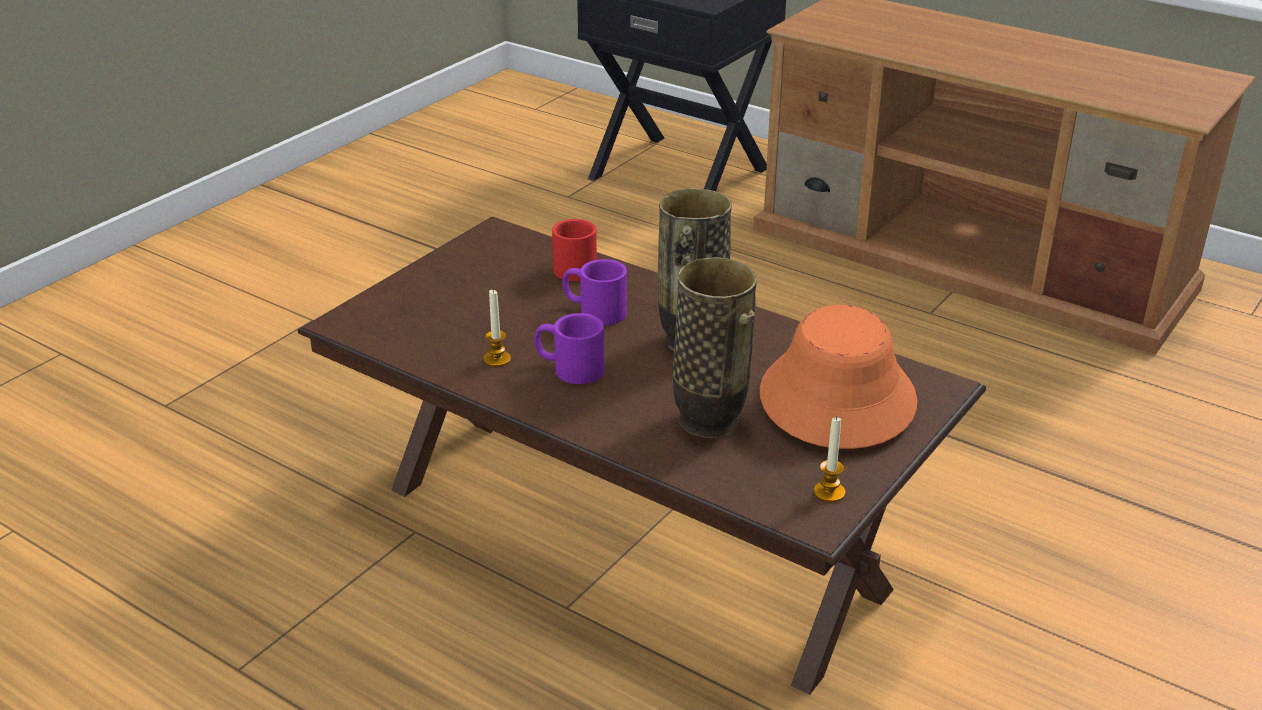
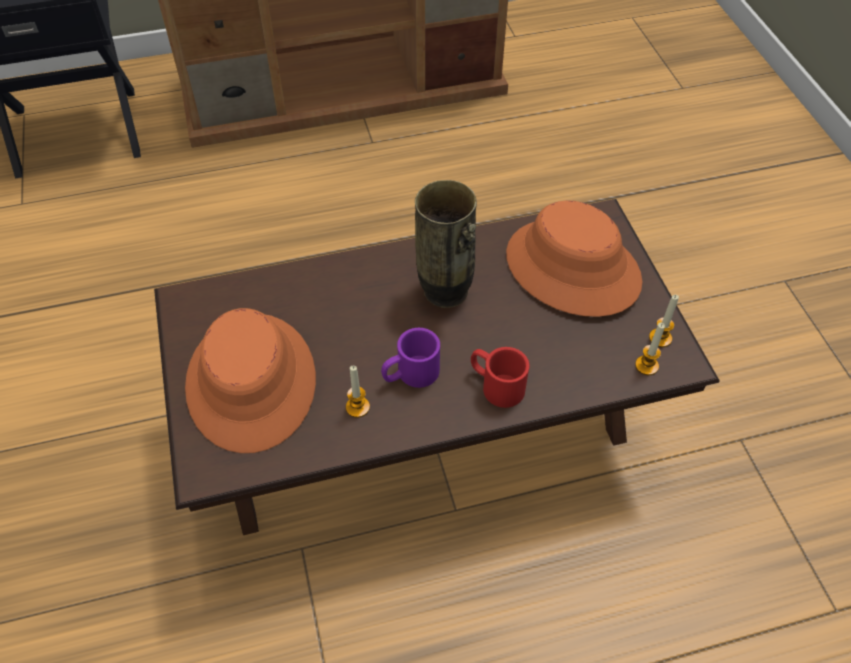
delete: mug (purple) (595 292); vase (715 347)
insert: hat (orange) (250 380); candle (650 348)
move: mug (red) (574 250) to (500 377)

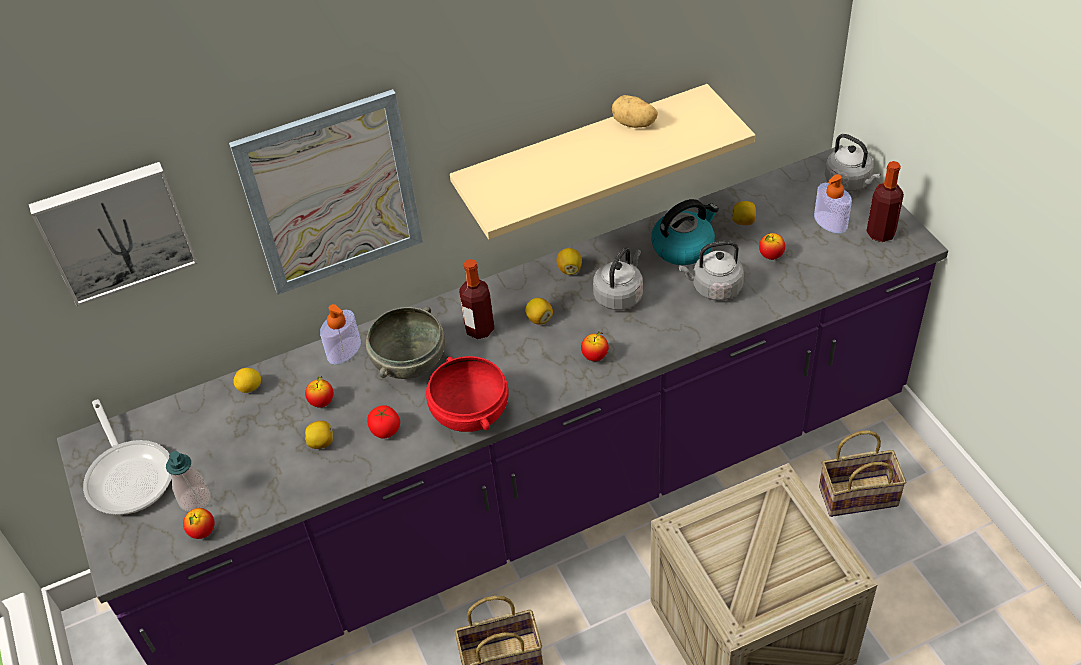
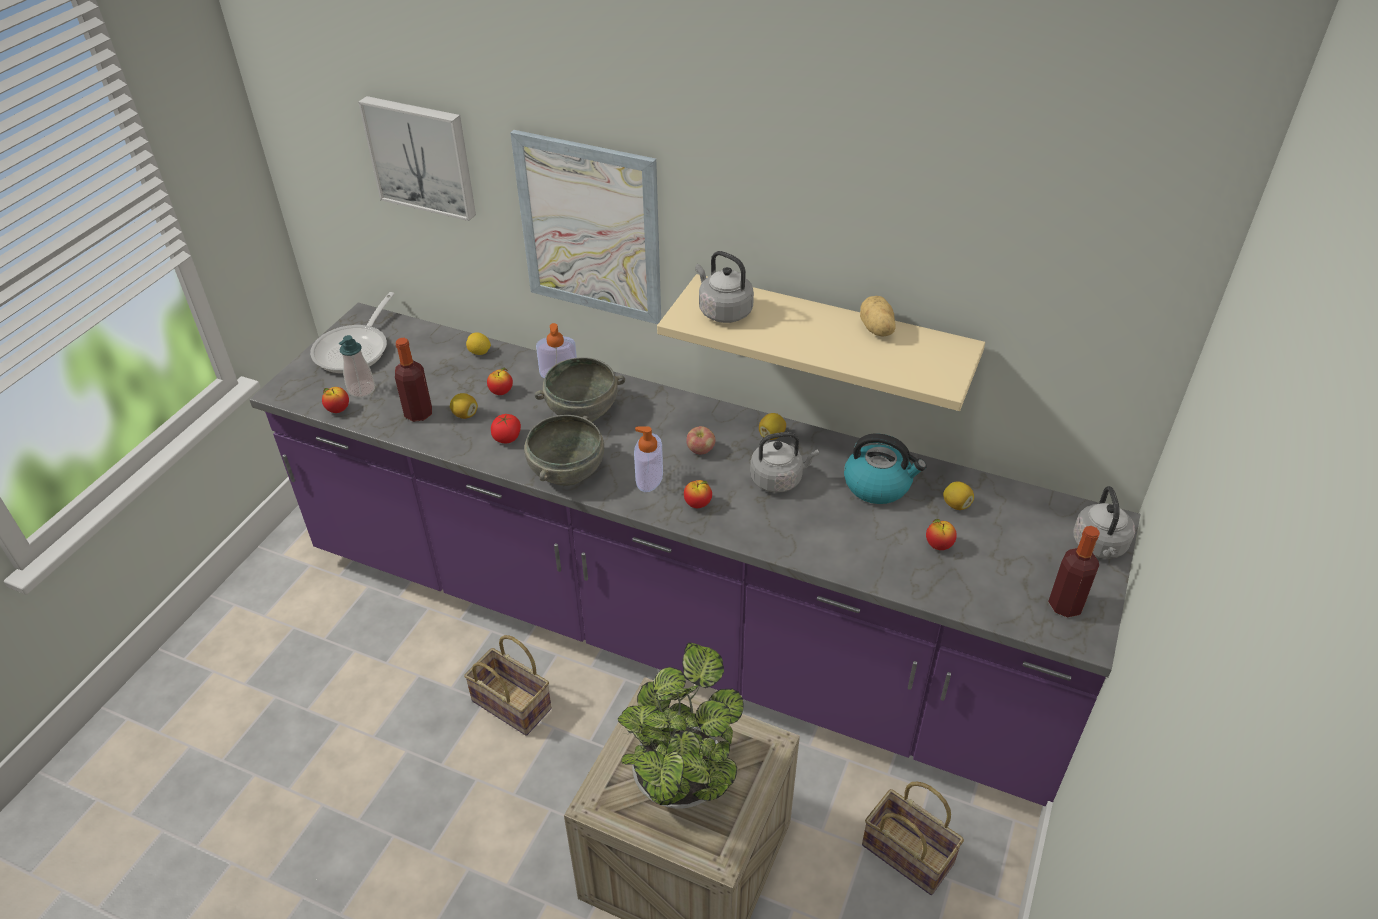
insert: potted plant (681 725)
move: bottle (477 299) to (413 380); kettle (grey) (711 271) to (724 287); soap dispenser (833 203) to (648 459)
replace: lemon (539 311) to apple (700 440)
recolor: bowl (red) (467 394) to bowl (grey) (564 450)

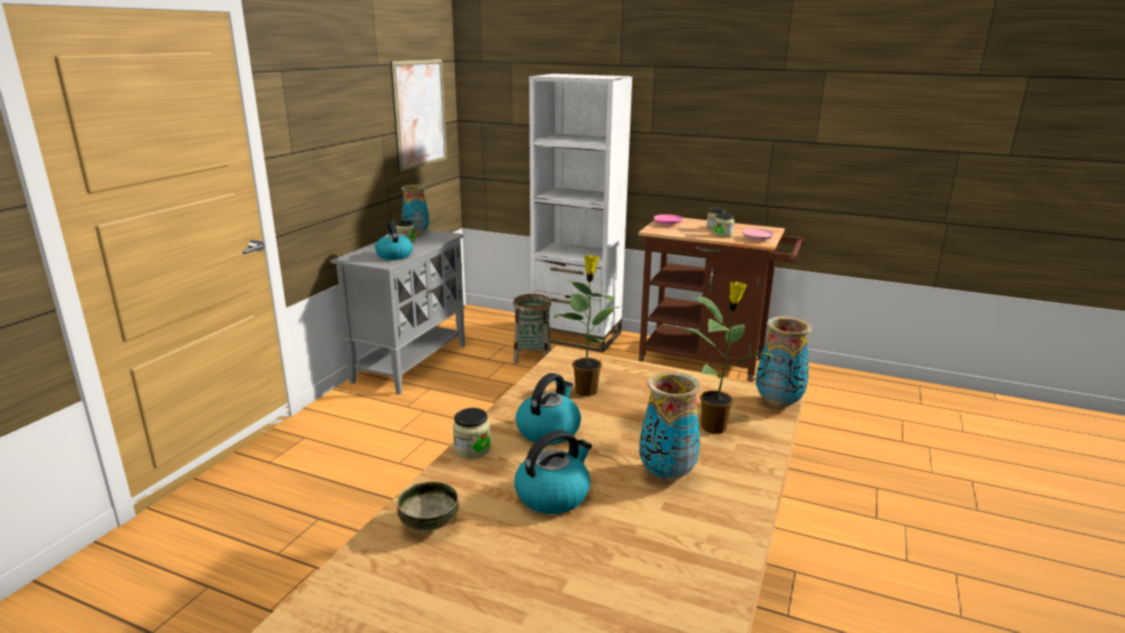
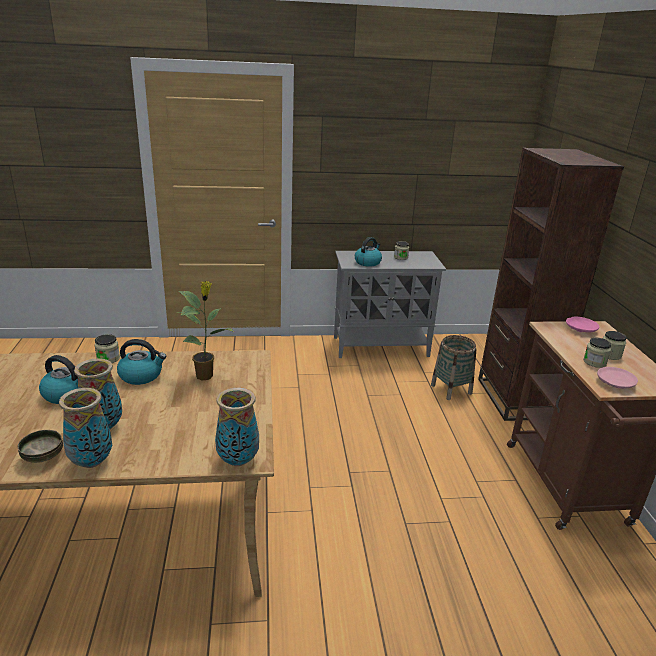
delete: picture (418 115); potted plant (730 357)
move: bowl (428 506) to (40 446); vase (415 210) to (85 428)
recolor: bookcase (white) (581 213) to bookcase (brown) (551 284)

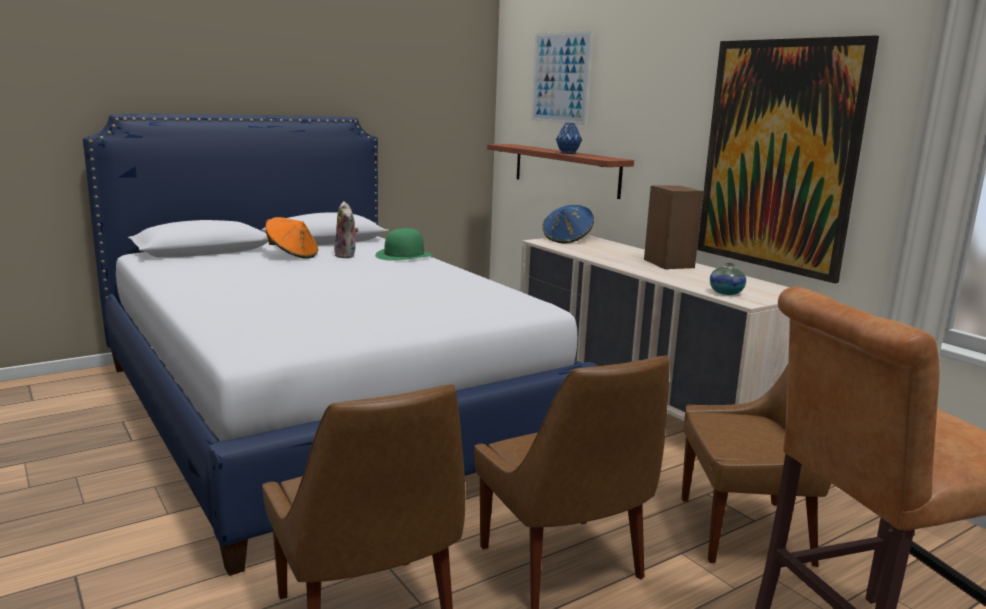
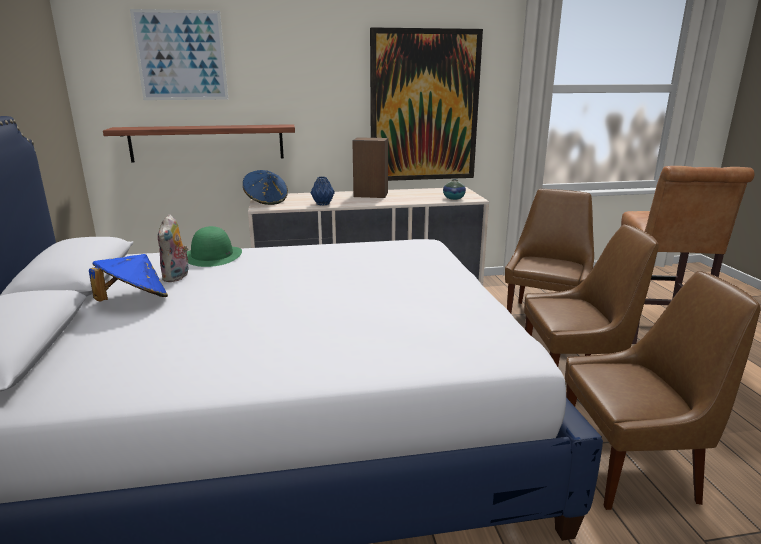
move: vase (blue) (569 138) to (323 191)
recolor: hat (orange) (291 237) to hat (blue) (128 277)
rotate: plush toy (346 229) = (173 248) 90 degrees clockwise

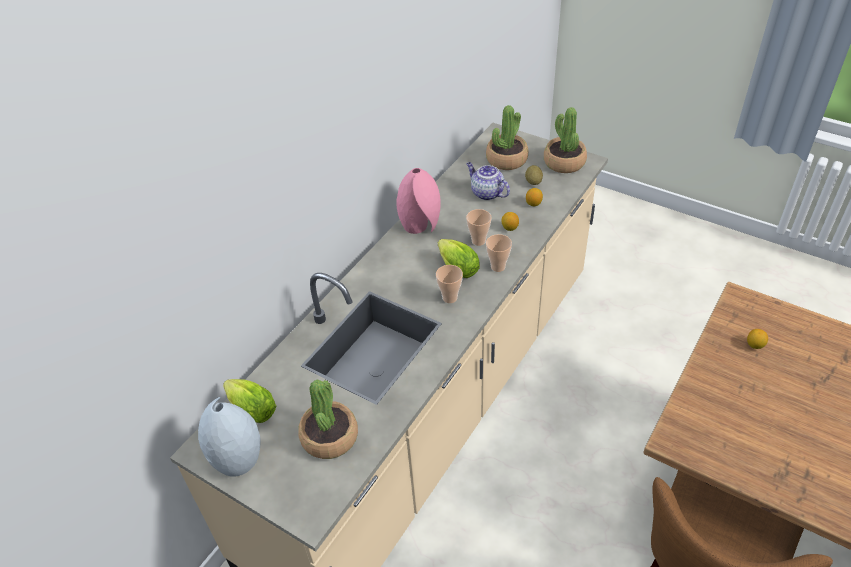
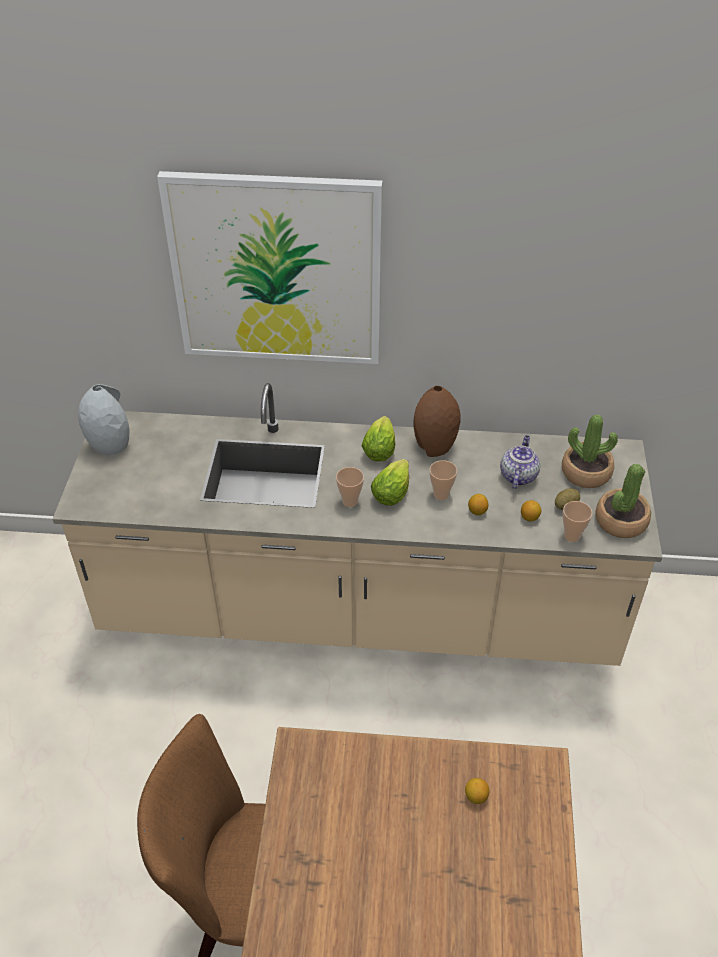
delete: potted plant (328 419)
insert: picture (269 267)
move: lettuce (249 401) to (378 439); cup (499 253) to (577 521)
recolor: vase (pink) (418 201) to vase (brown) (437 421)

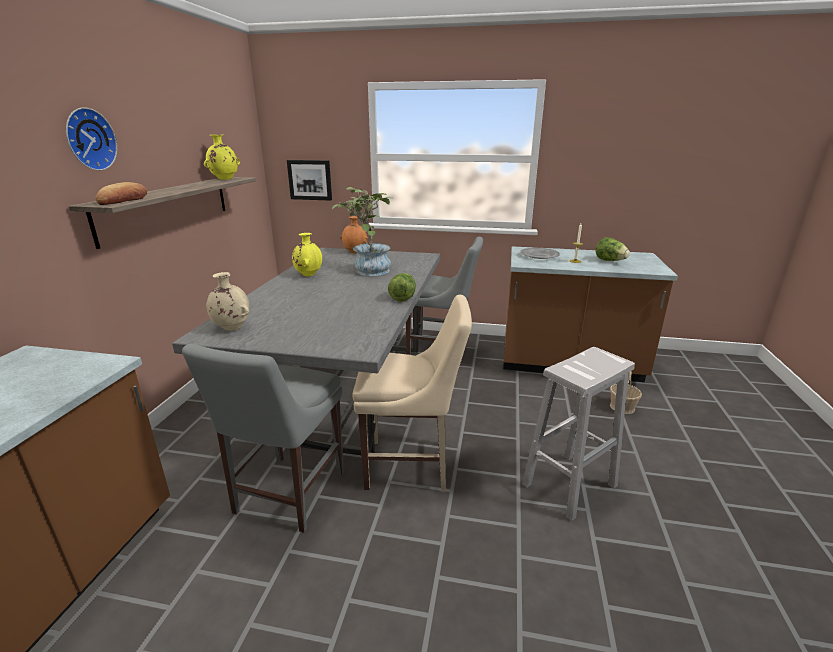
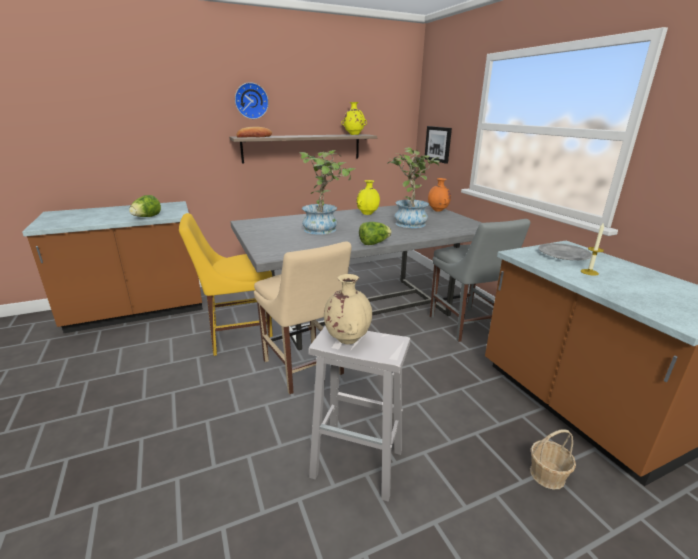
insert: potted plant (328 192)
move: vase (beige) (227 301) to (348 309); lettuce (613 249) to (145 206)
recolor: chair (grey) (263 438) to chair (yellow) (226 284)

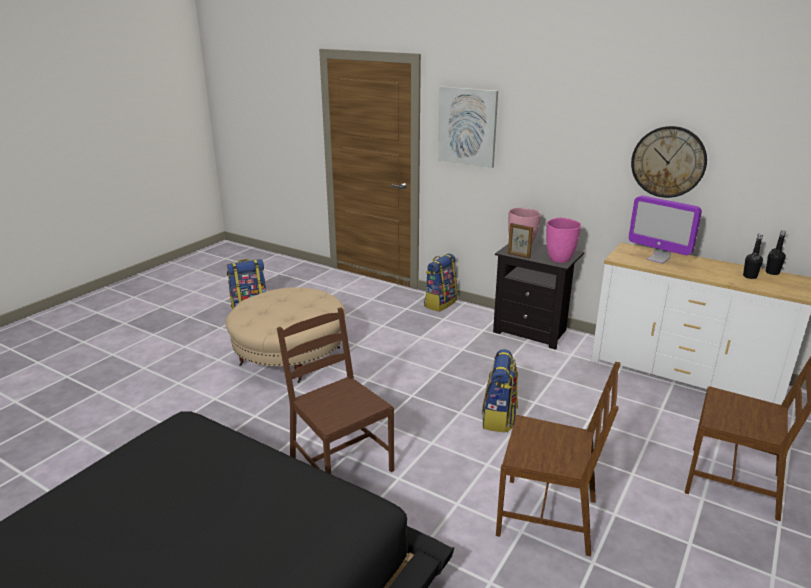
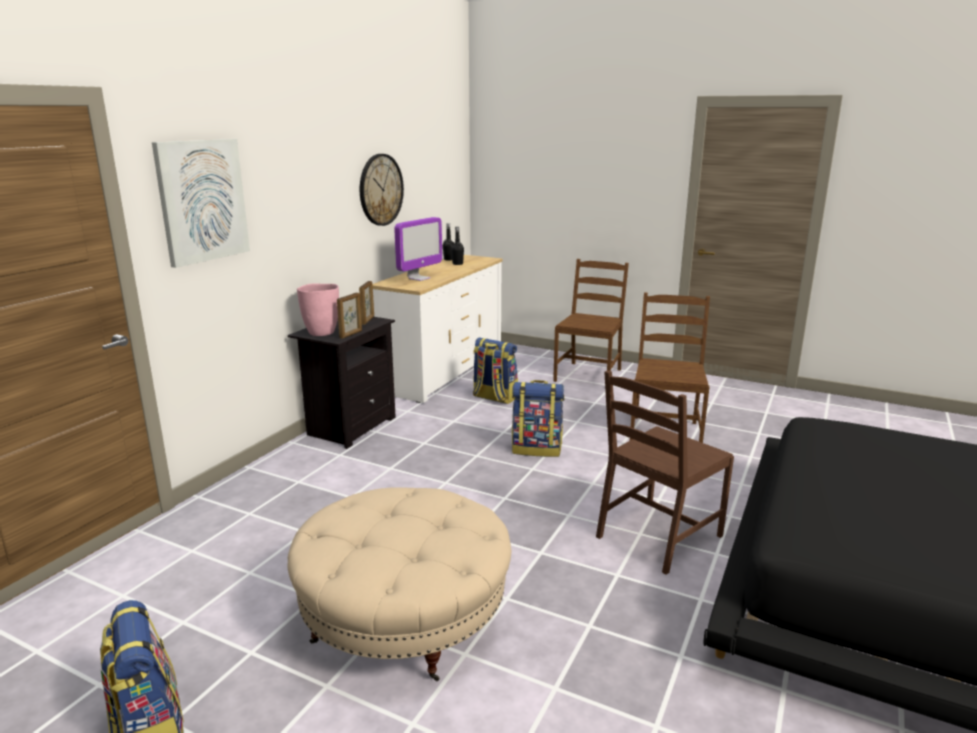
move: backpack (440 282) to (495 370)
replace: vase (pink) (563 240) to picture frame (366 303)

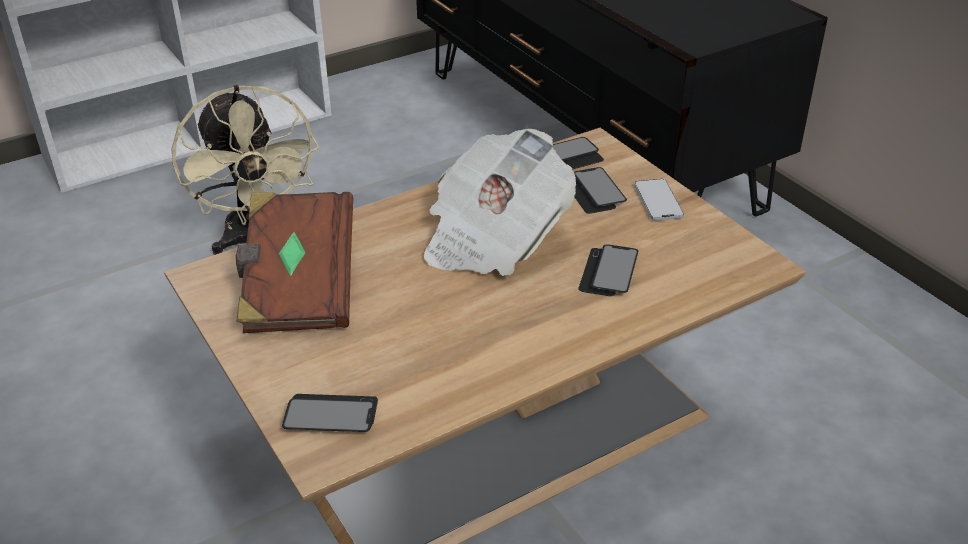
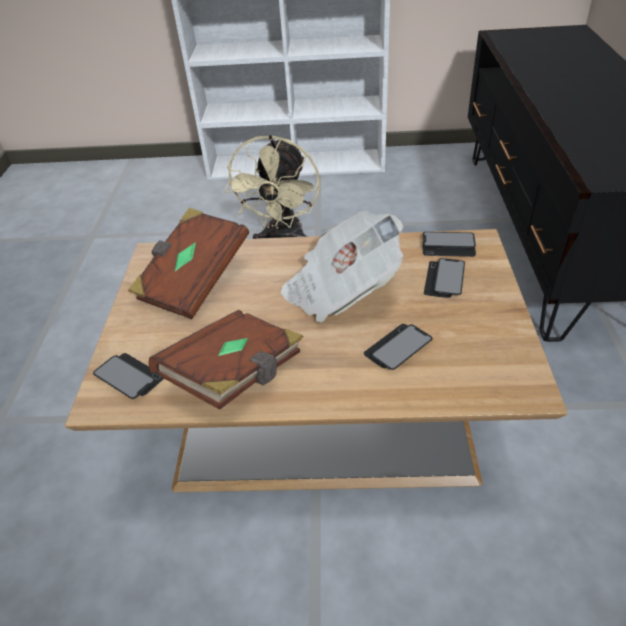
delete: phone (659 200)
insert: book (brown) (226 360)

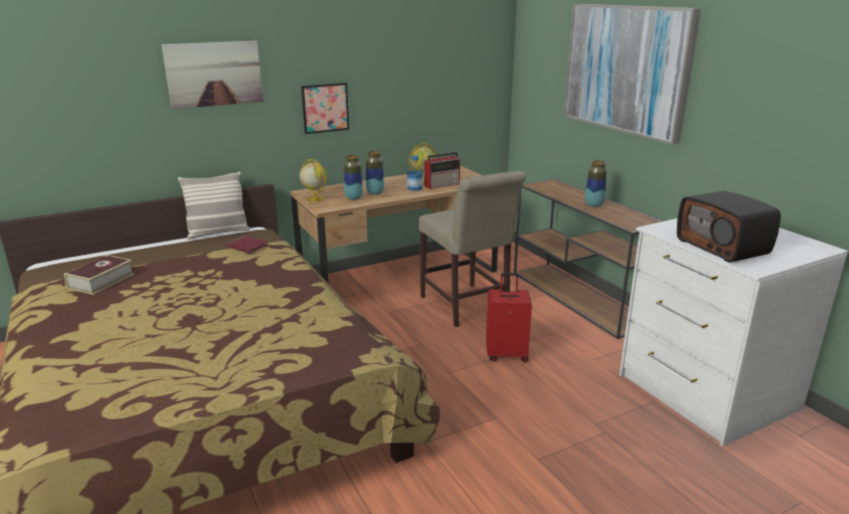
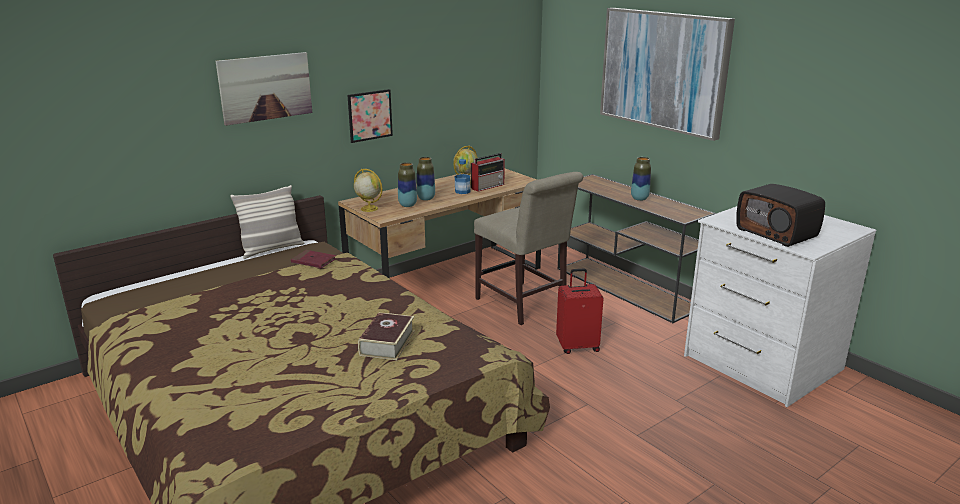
move: book (99 275) to (386 336)

